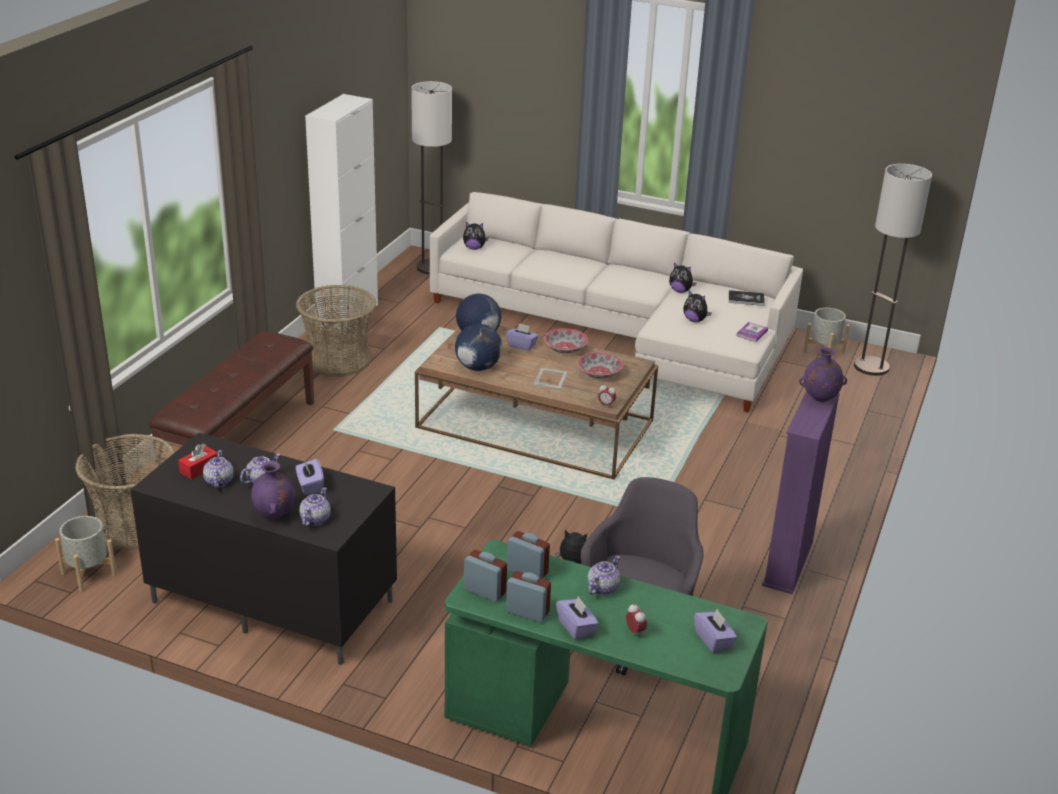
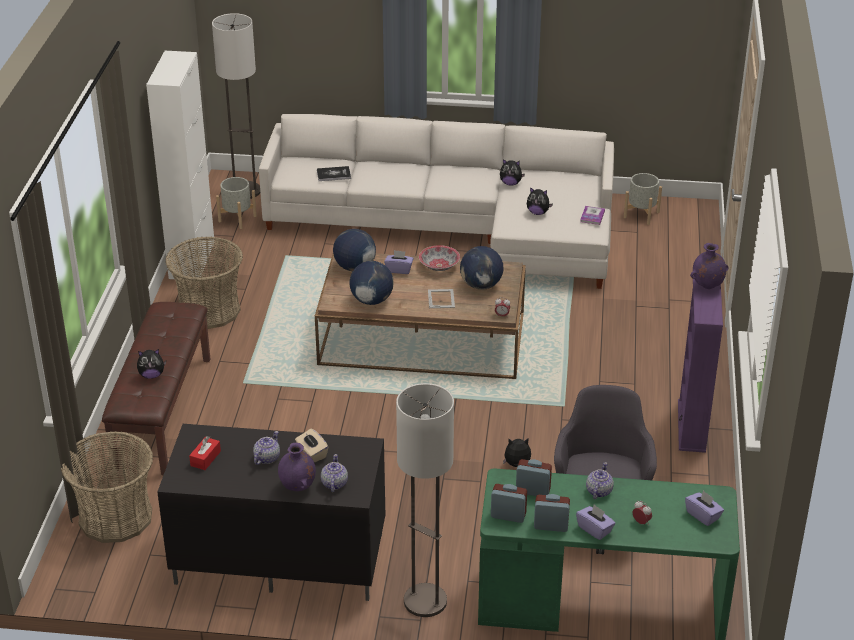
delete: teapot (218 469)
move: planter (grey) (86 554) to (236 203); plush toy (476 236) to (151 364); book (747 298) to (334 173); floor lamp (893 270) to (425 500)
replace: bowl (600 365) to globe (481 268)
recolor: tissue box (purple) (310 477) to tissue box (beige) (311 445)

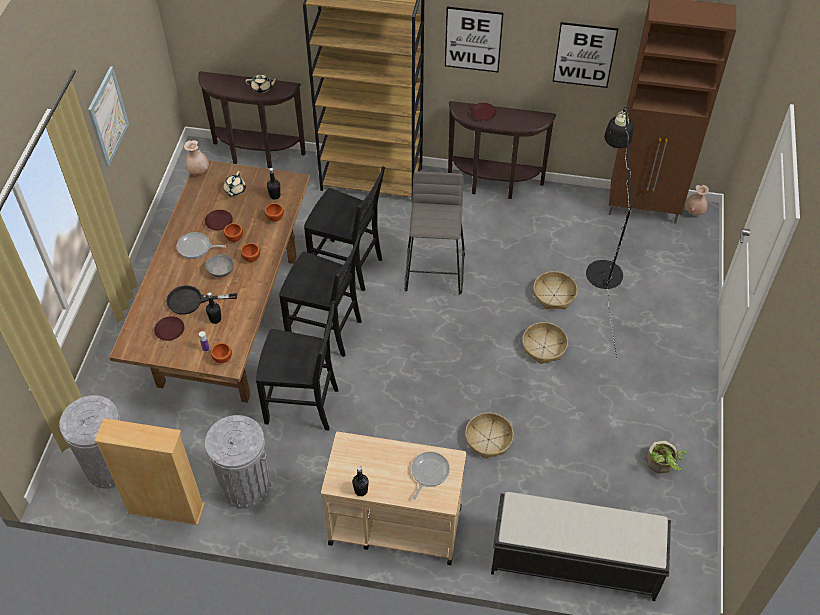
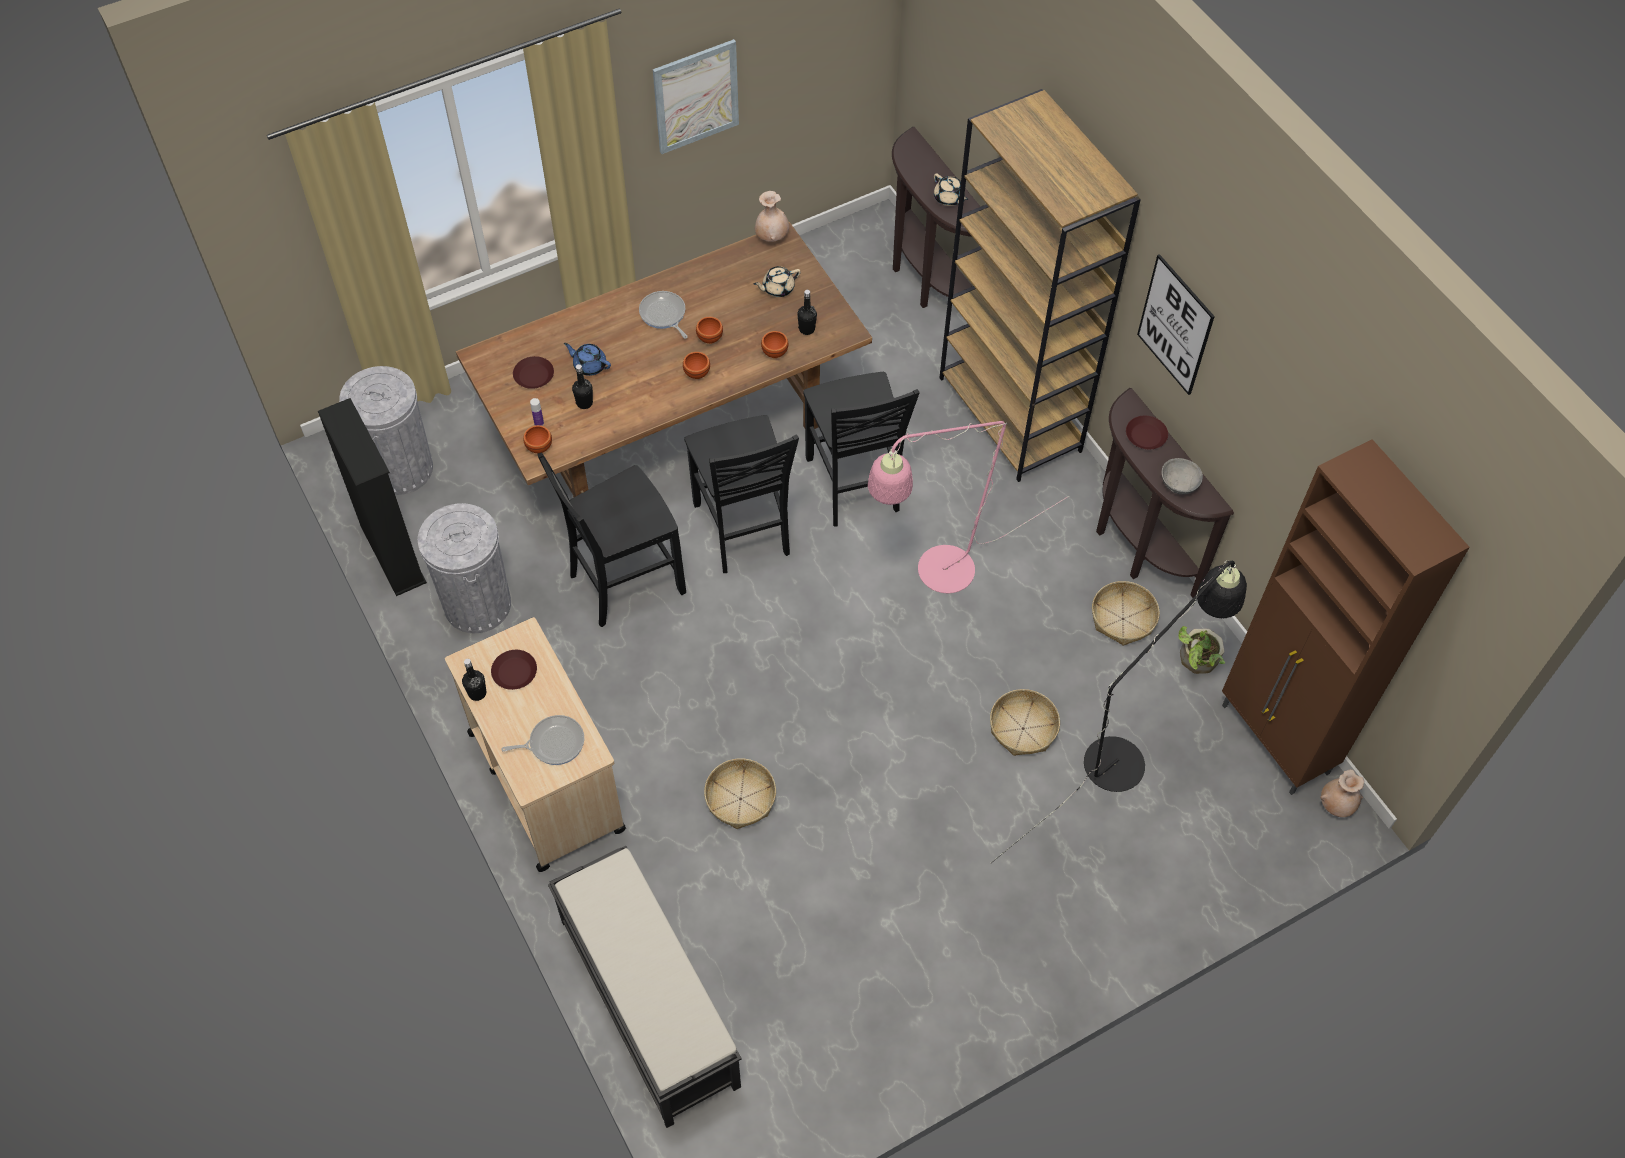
delete: picture (585 55)
move: plate (brown) (219 220) to (514 670); bowl (grey) (220 265) to (1182 476); basket (545 343) to (1126 613); potted plant (666 457) to (1201 650)
replace: frying pan (black) (201 300) to teapot (blue) (587 359); stool (grey) (434 232) to floor lamp (pink) (968 507)
recolor: bookcase (beige) (149 471) to bookcase (black) (372 497)
rotate: chair (black) (297 366) = (611 539) 90 degrees clockwise

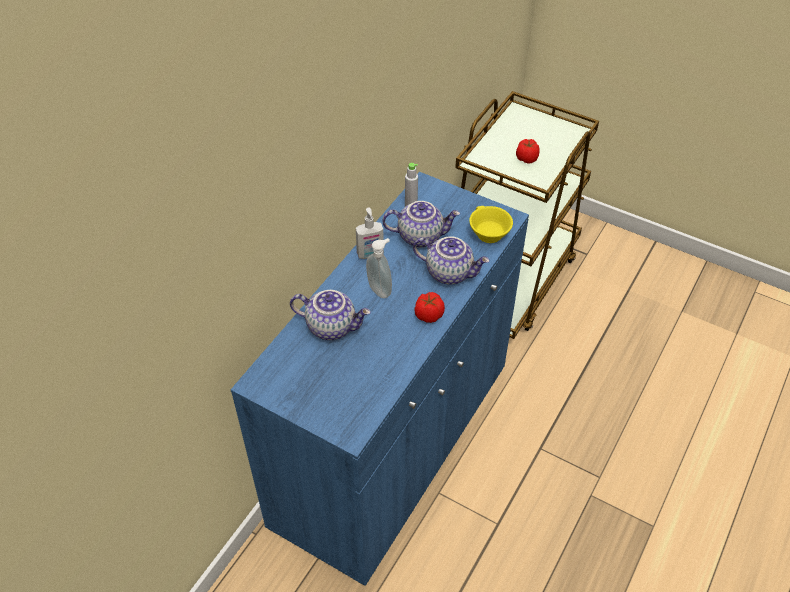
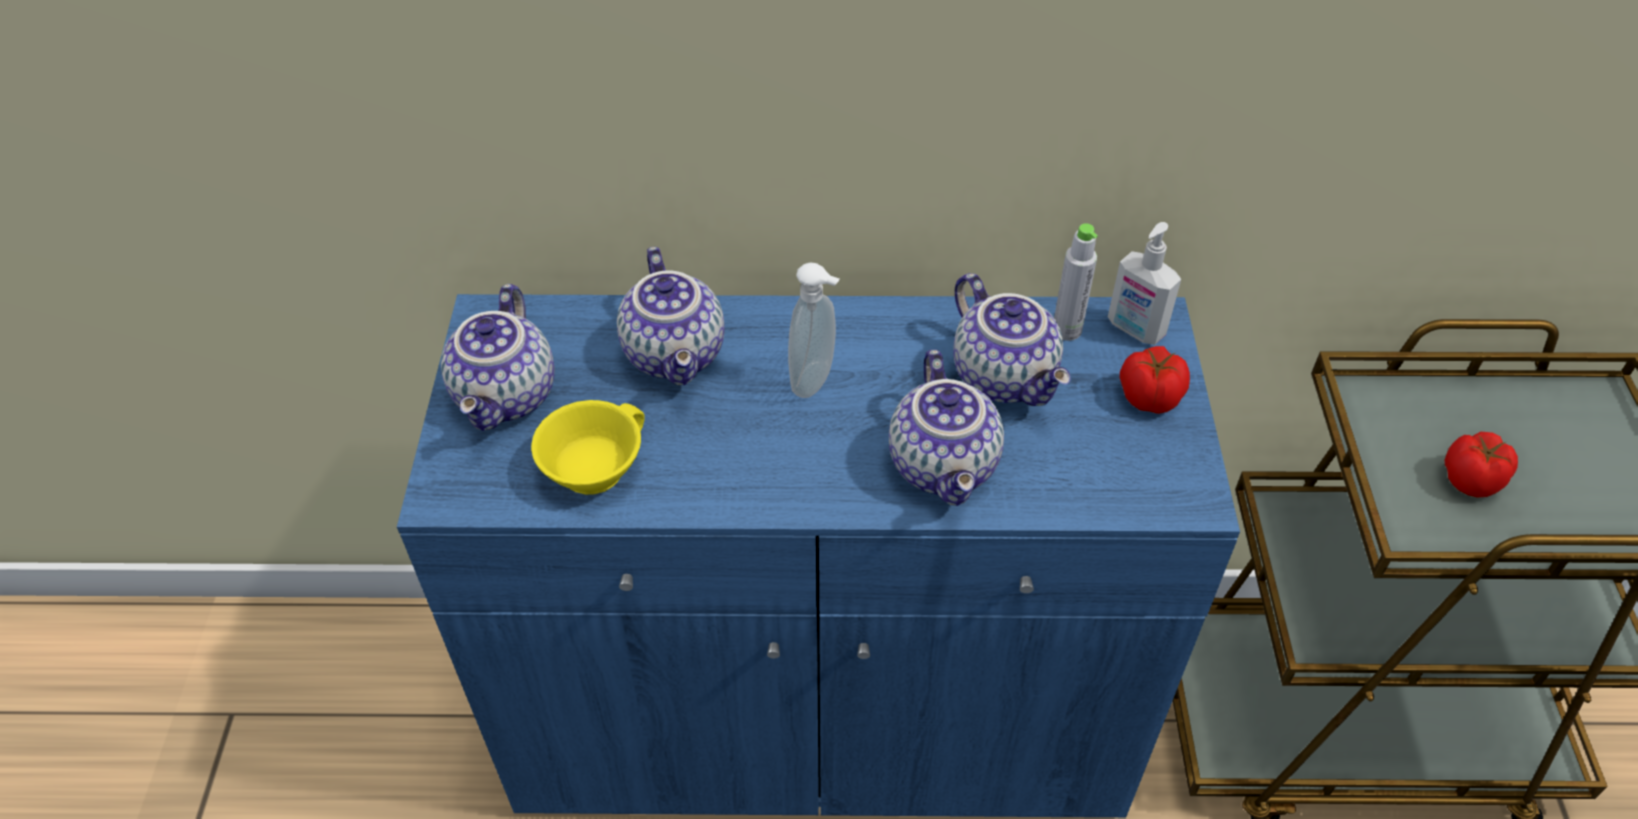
insert: teapot (498 357)
move: soap dispenser (370 233) to (1144 283); tomato (430 307) to (1155 380); cup (yellow) (491 224) to (588 447)

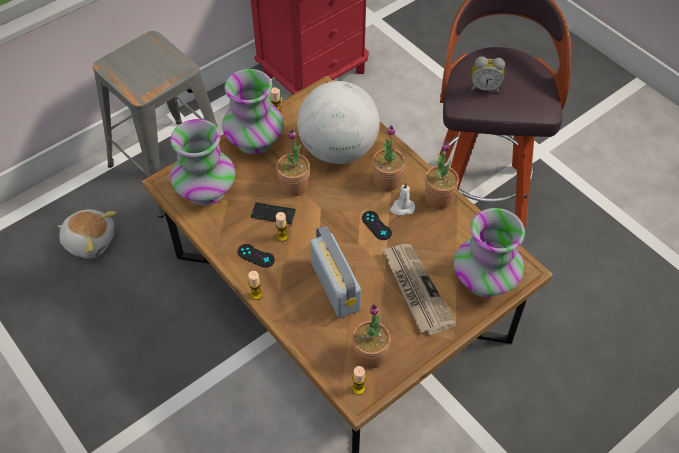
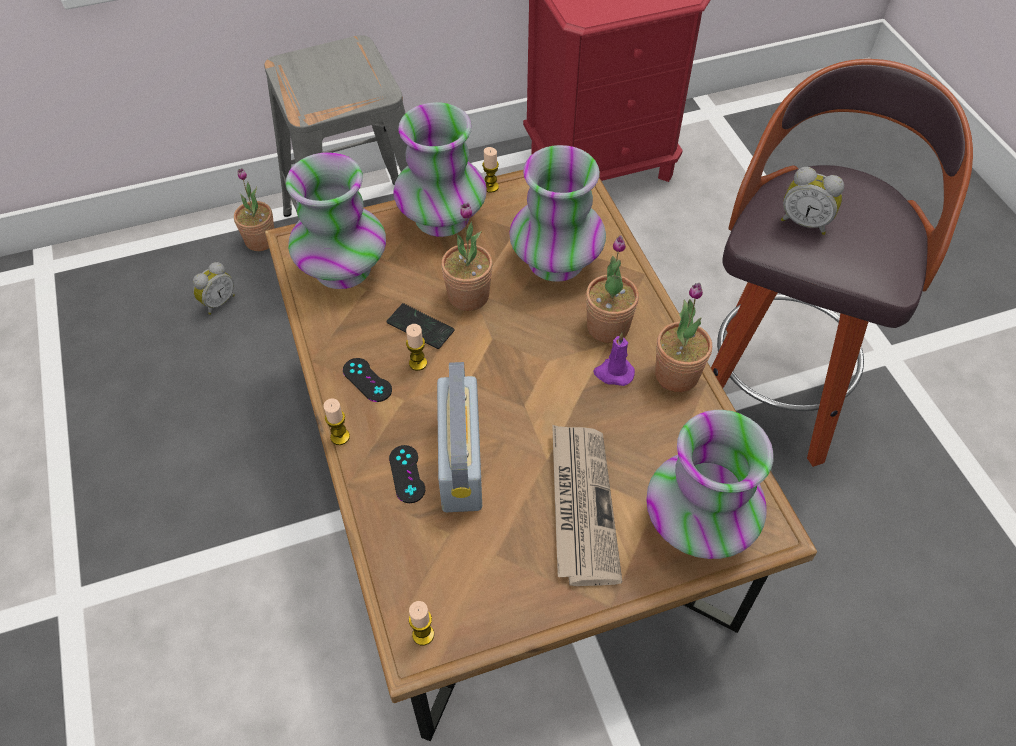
move: potted plant (371 336) to (254 209); game controller (black) (377 225) to (407 474)
replace: plush toy (87 234) to alarm clock (214 288); globe (338 122) to vase (557 213)
recolor: candle (white) (402 199) to candle (purple) (614 359)

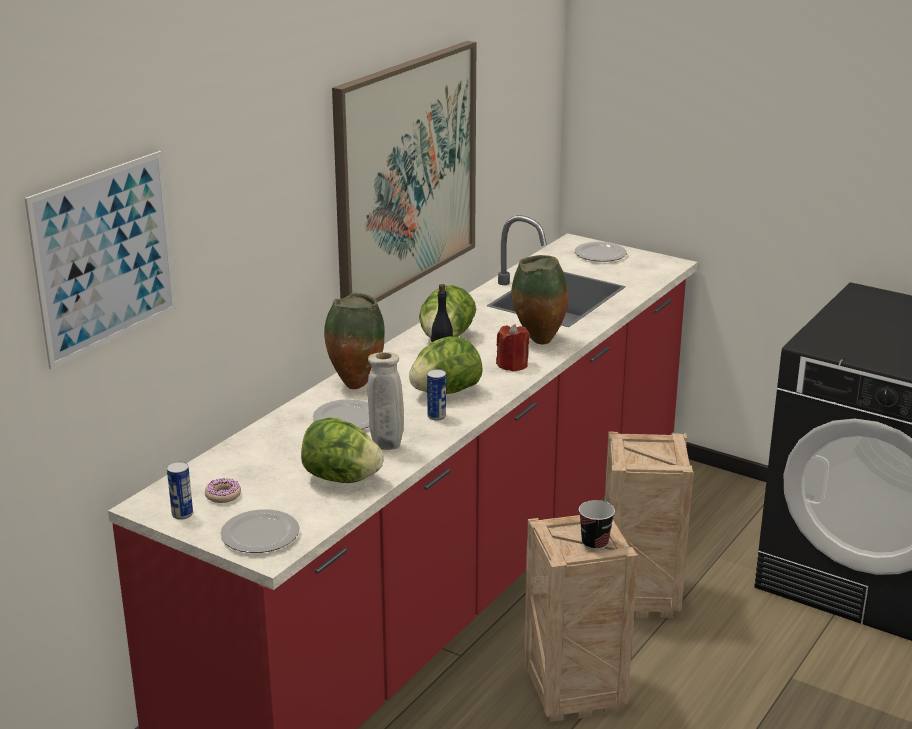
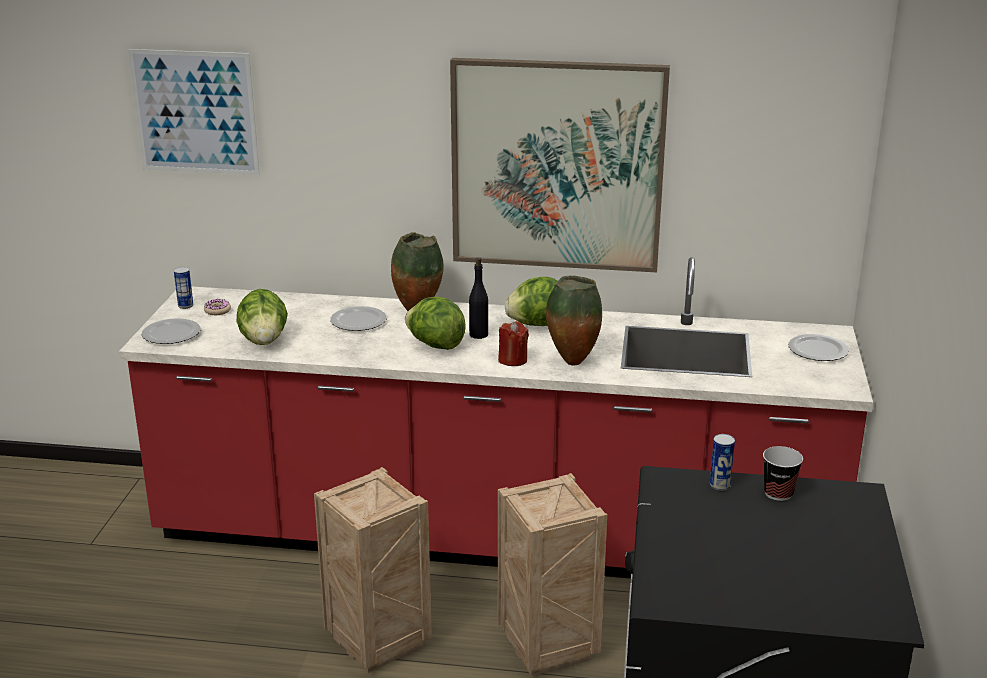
delete: vase (beige) (386 401)
move: can (436 395) to (722 462); cup (597 525) to (783 473)

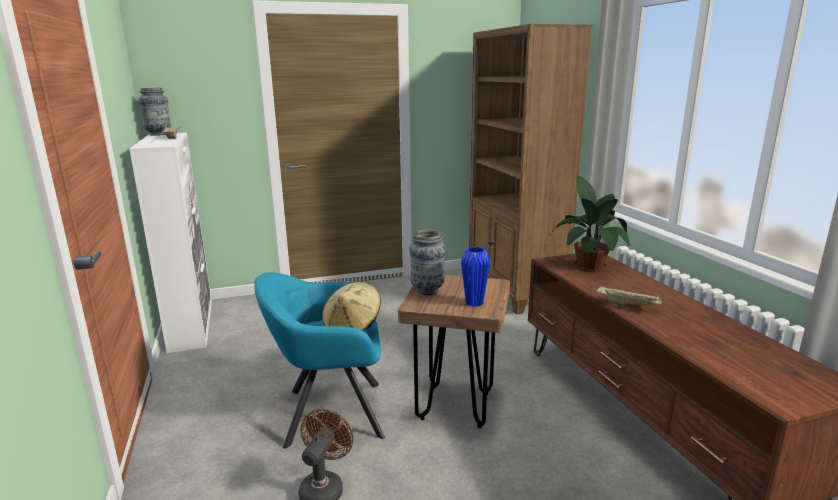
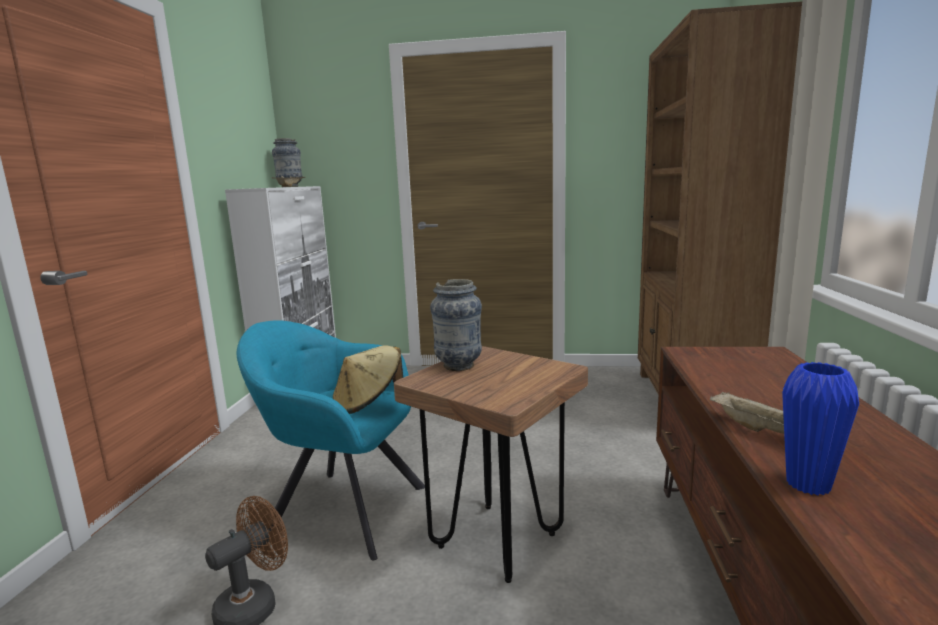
delete: potted plant (590 224)
move: vase (blue) (475 277) to (820 428)

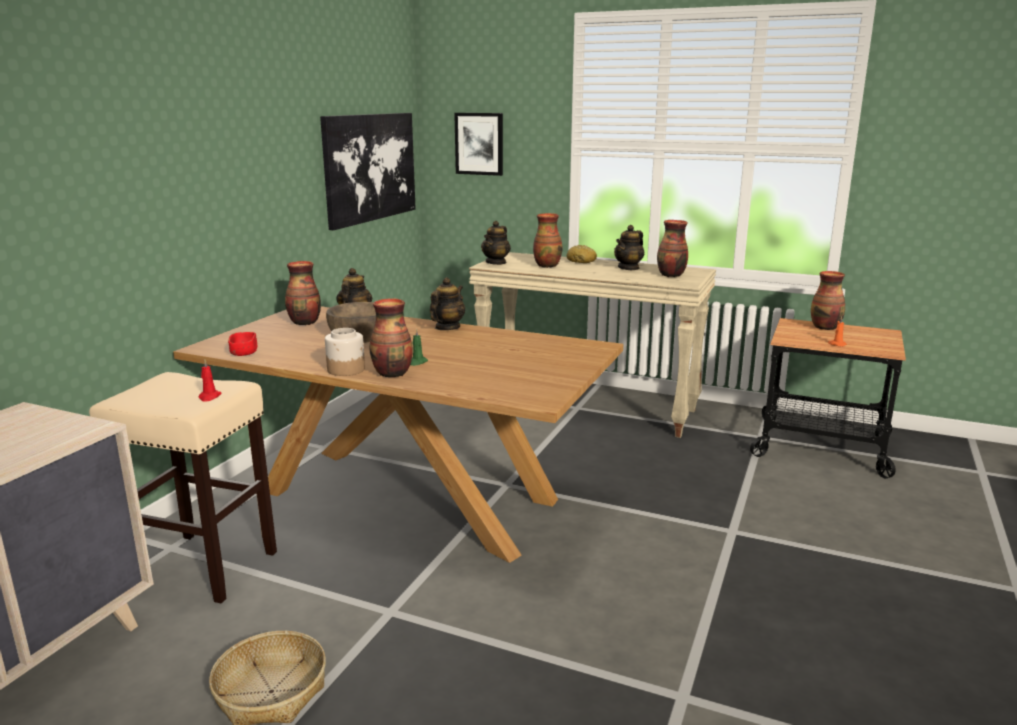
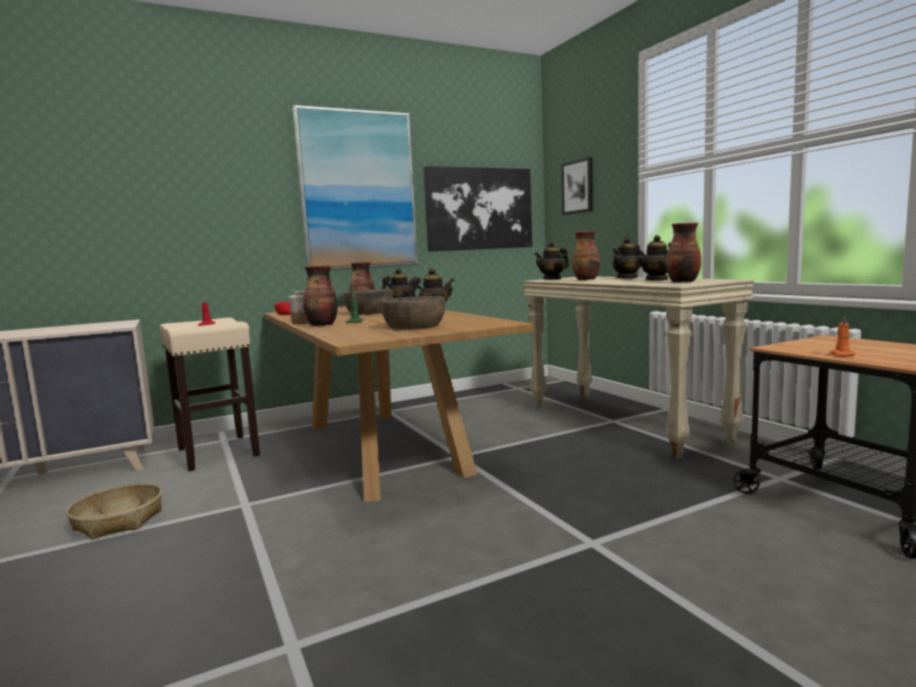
delete: vase (828 300)
insert: picture (356 187); bowl (brown) (413 313)
replace: bread (582 254) to teapot (626 258)

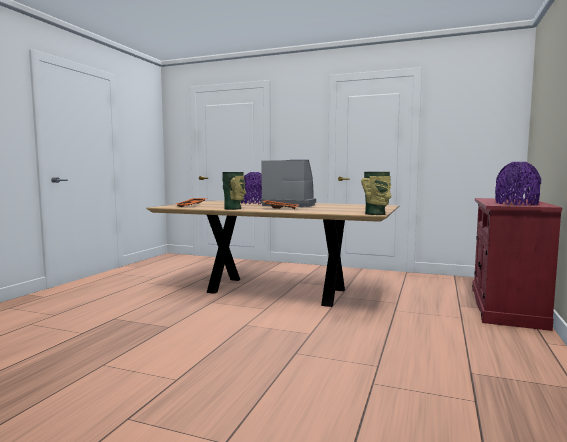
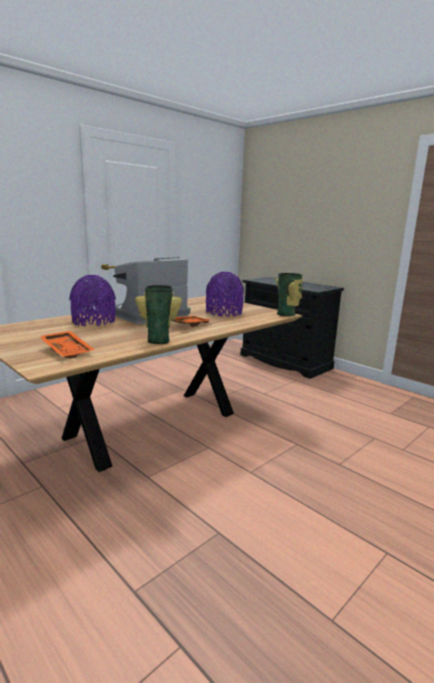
move: vase (purple) (518 184) to (225 294)
recolor: cabinet (red) (517 264) to cabinet (black) (292 328)

